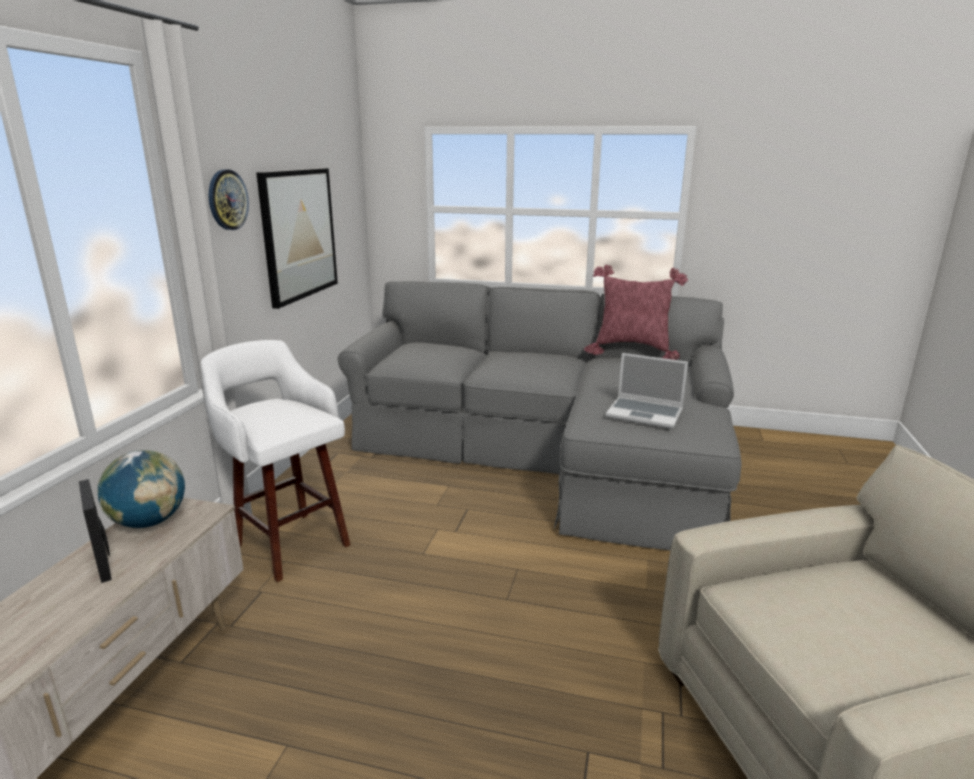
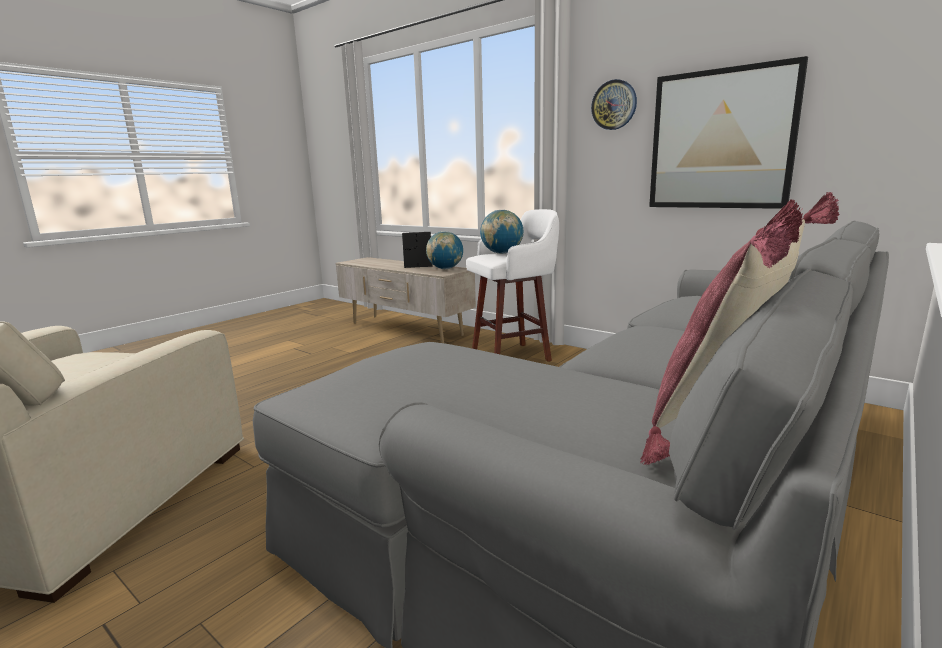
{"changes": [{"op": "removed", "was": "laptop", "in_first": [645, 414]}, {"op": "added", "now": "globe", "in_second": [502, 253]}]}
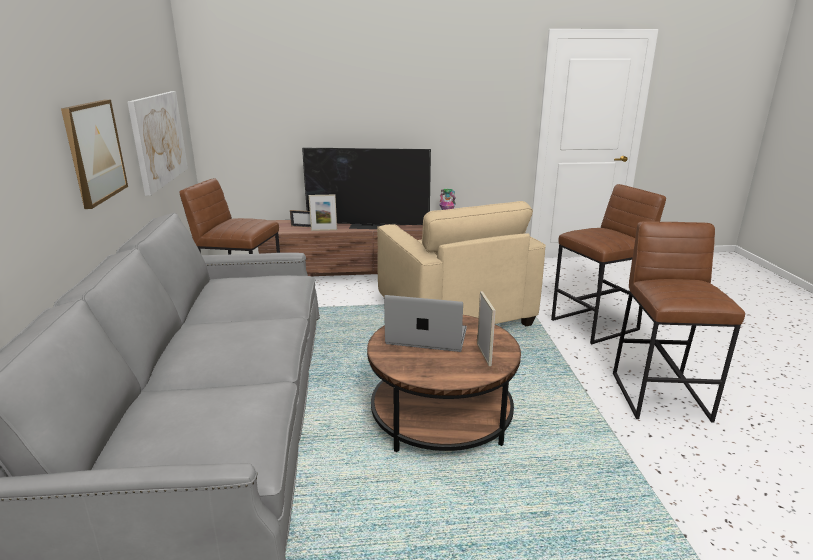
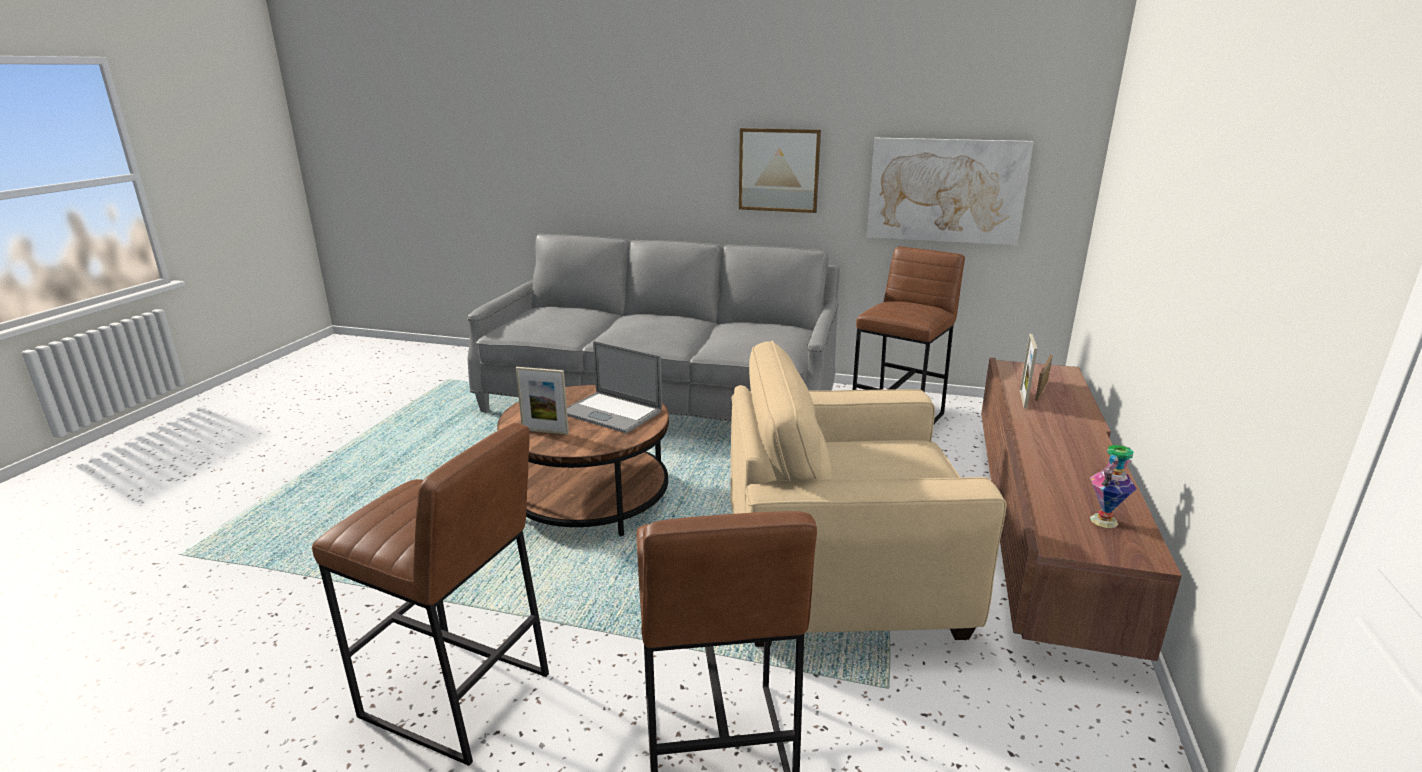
{"changes": [{"op": "removed", "was": "television", "in_first": [368, 226]}, {"op": "turned", "was": "laptop", "in_first": [427, 336], "in_second": [611, 412], "clockwise": 90}]}
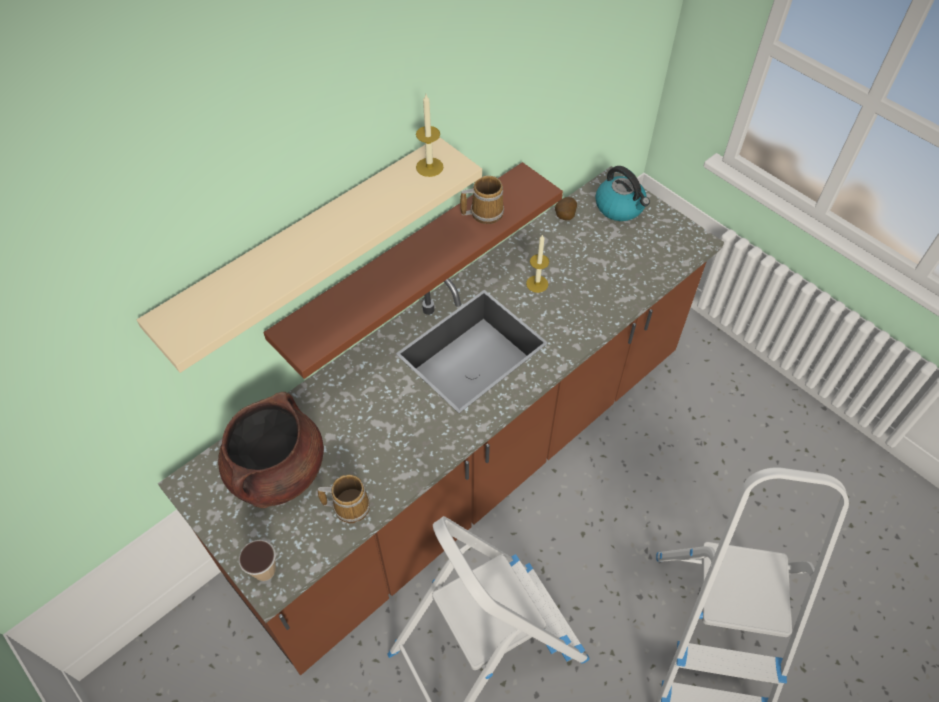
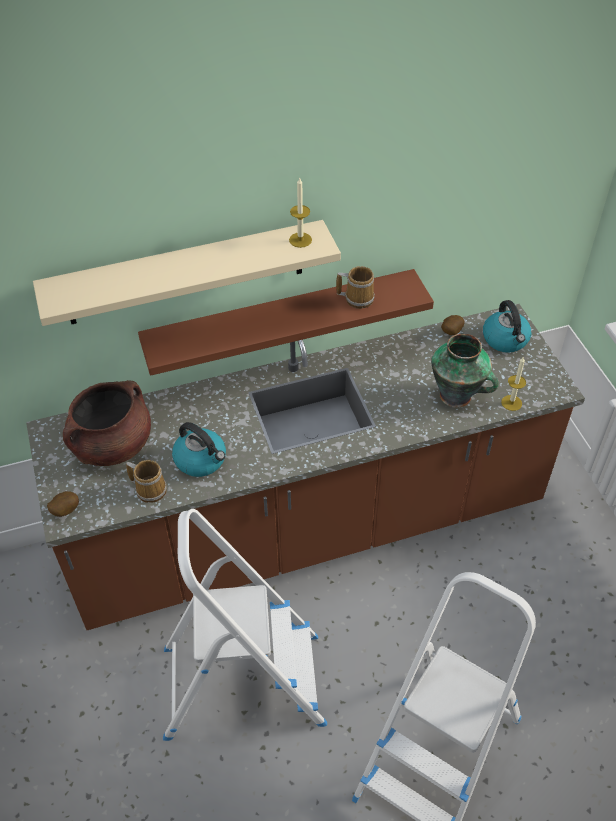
{"changes": [{"op": "moved", "was": "candle", "in_first": [537, 284], "in_second": [511, 403]}, {"op": "replaced", "was": "cup", "now": "potato", "in_first": [265, 571], "in_second": [65, 510]}, {"op": "added", "now": "vase", "in_second": [457, 396]}, {"op": "added", "now": "kettle", "in_second": [201, 460]}]}
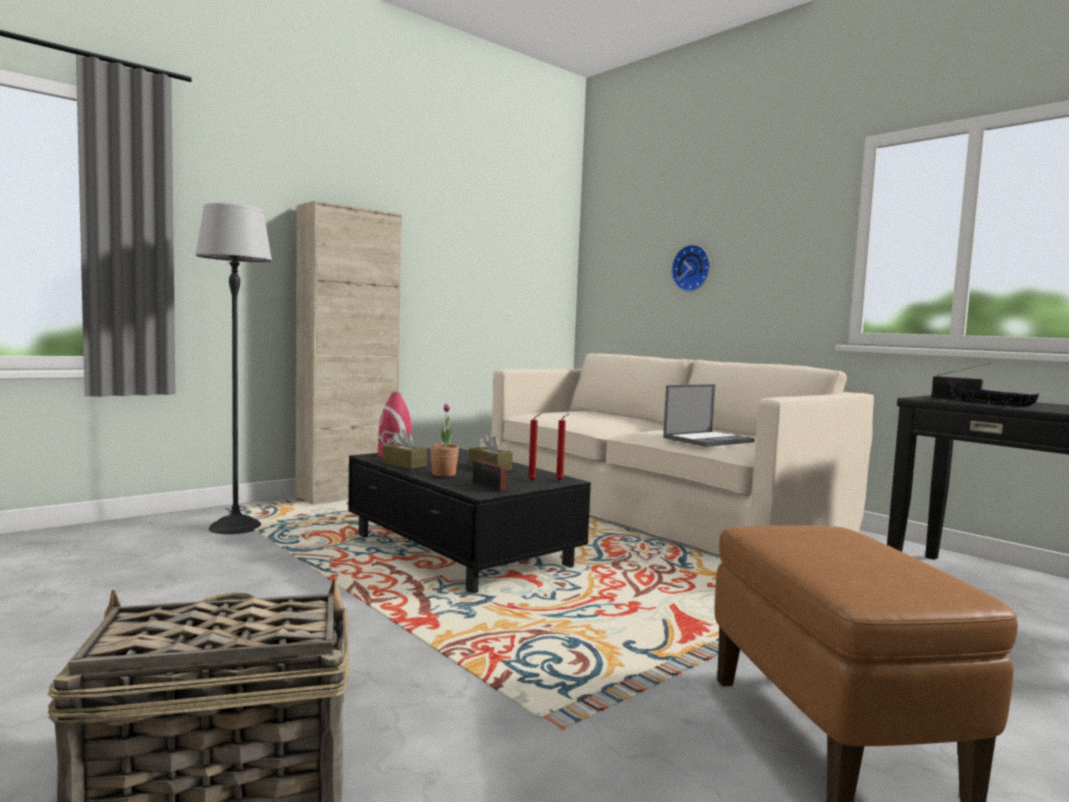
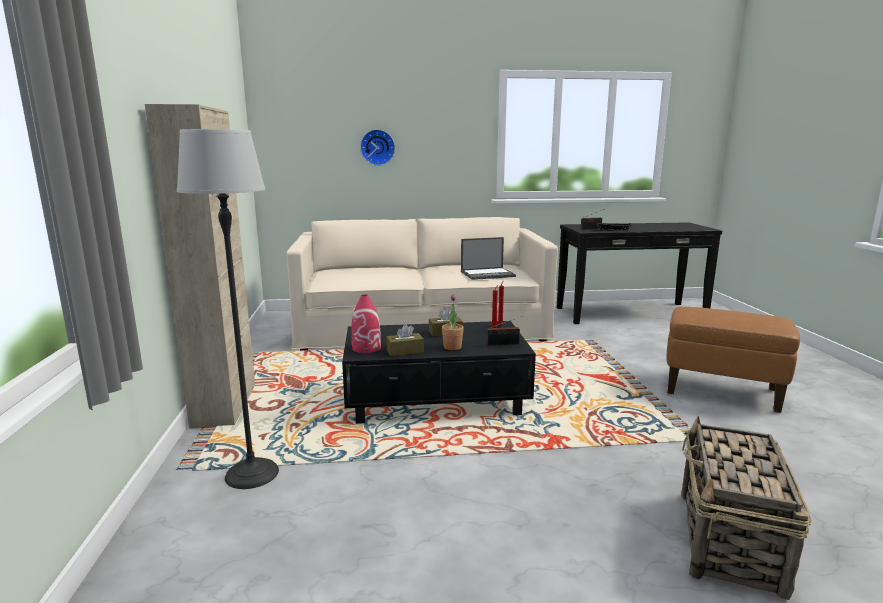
{"changes": [{"op": "turned", "was": "laptop", "in_first": [708, 440], "in_second": [488, 274], "clockwise": 75}]}
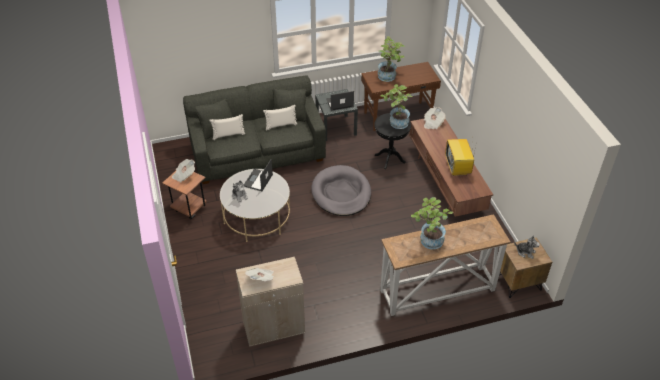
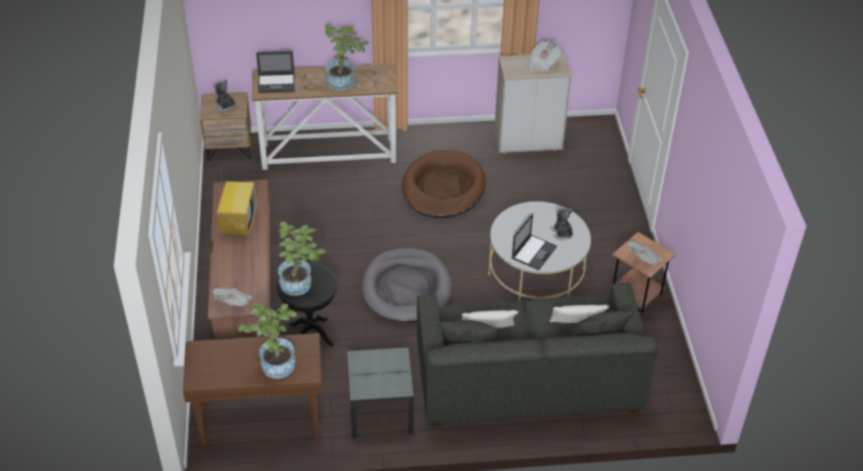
{"changes": [{"op": "moved", "was": "laptop", "in_first": [339, 103], "in_second": [277, 83]}, {"op": "added", "now": "brown dog bed", "in_second": [443, 188]}]}
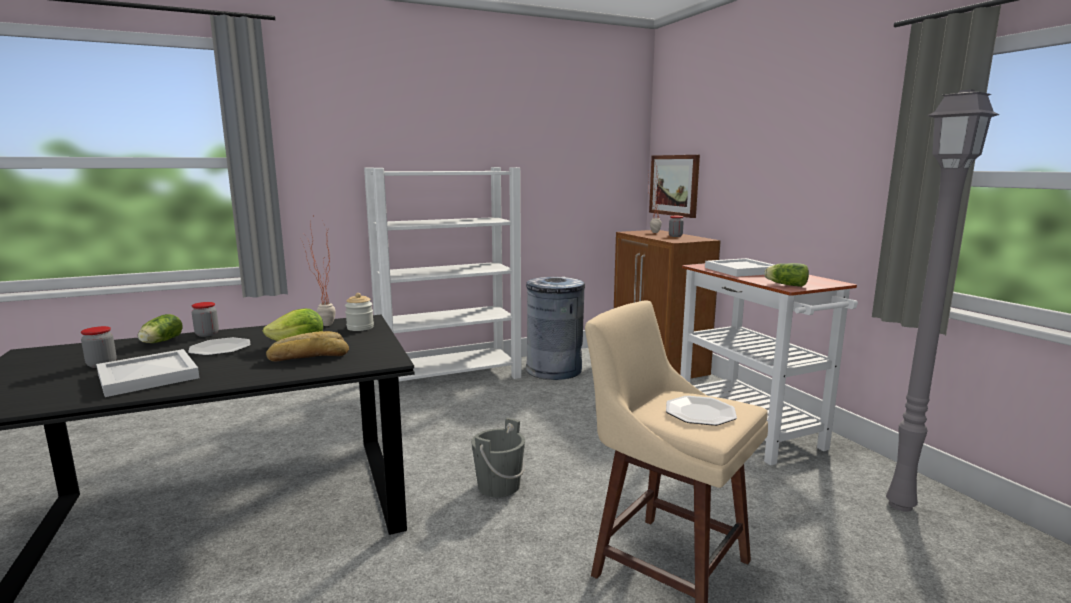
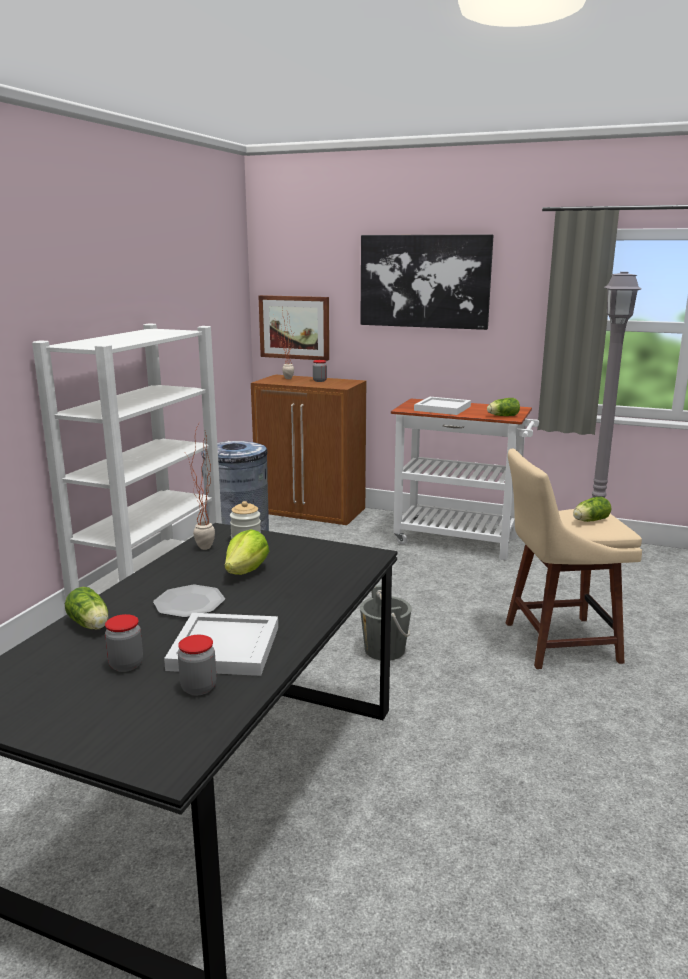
{"changes": [{"op": "moved", "was": "jar", "in_first": [207, 334], "in_second": [198, 688]}, {"op": "removed", "was": "bread", "in_first": [309, 356]}, {"op": "replaced", "was": "plate", "now": "lettuce", "in_first": [700, 413], "in_second": [589, 521]}, {"op": "added", "now": "picture", "in_second": [424, 281]}]}
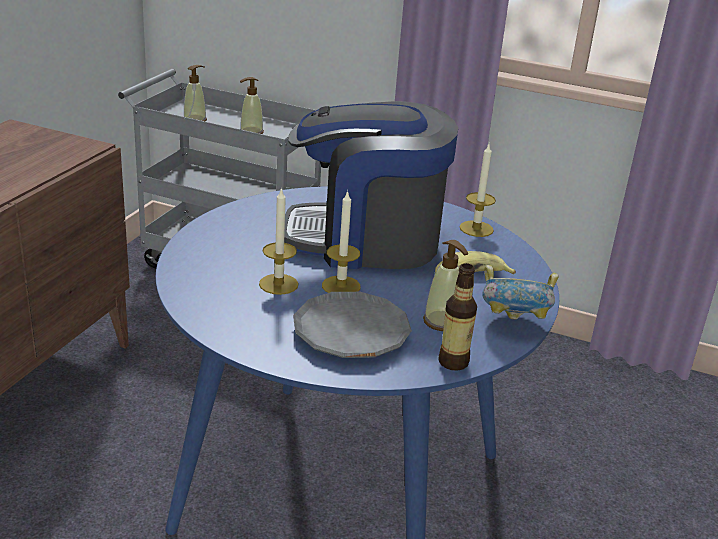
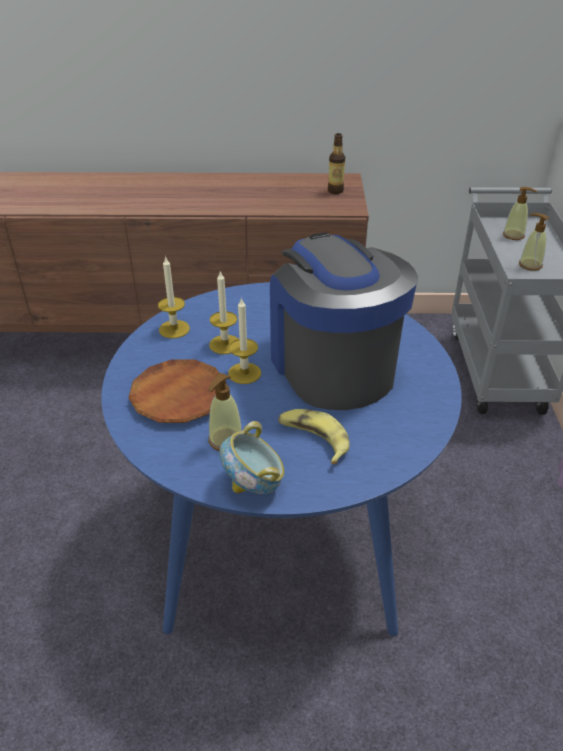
{"changes": [{"op": "moved", "was": "candle", "in_first": [476, 229], "in_second": [174, 329]}, {"op": "moved", "was": "bottle", "in_first": [453, 362], "in_second": [335, 191]}, {"op": "recoloured", "was": "grey plate", "now": "brown plate", "in_first": [351, 332], "in_second": [178, 396]}]}
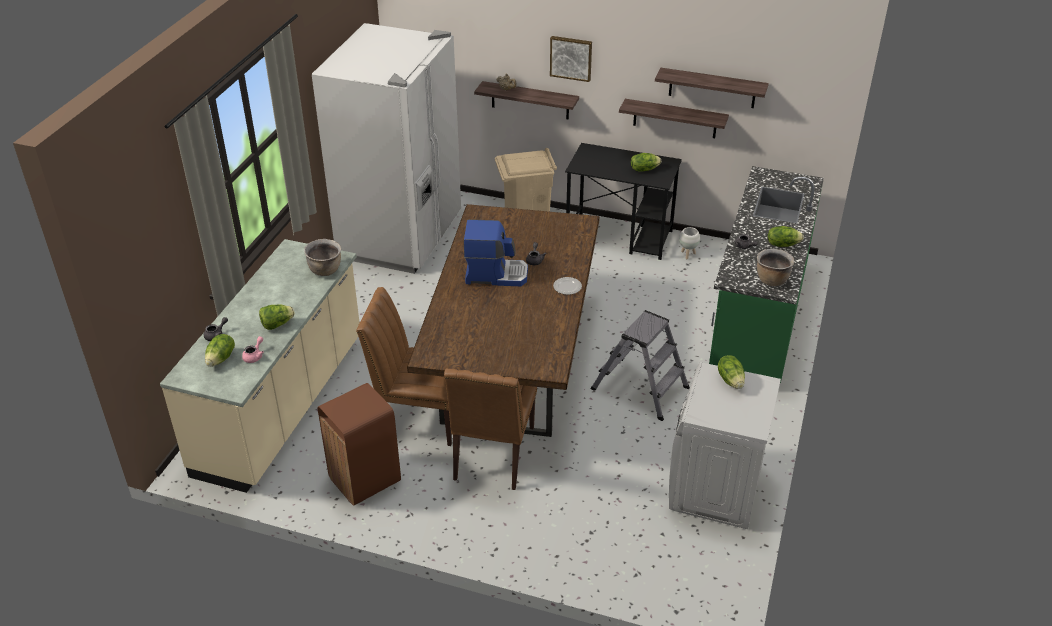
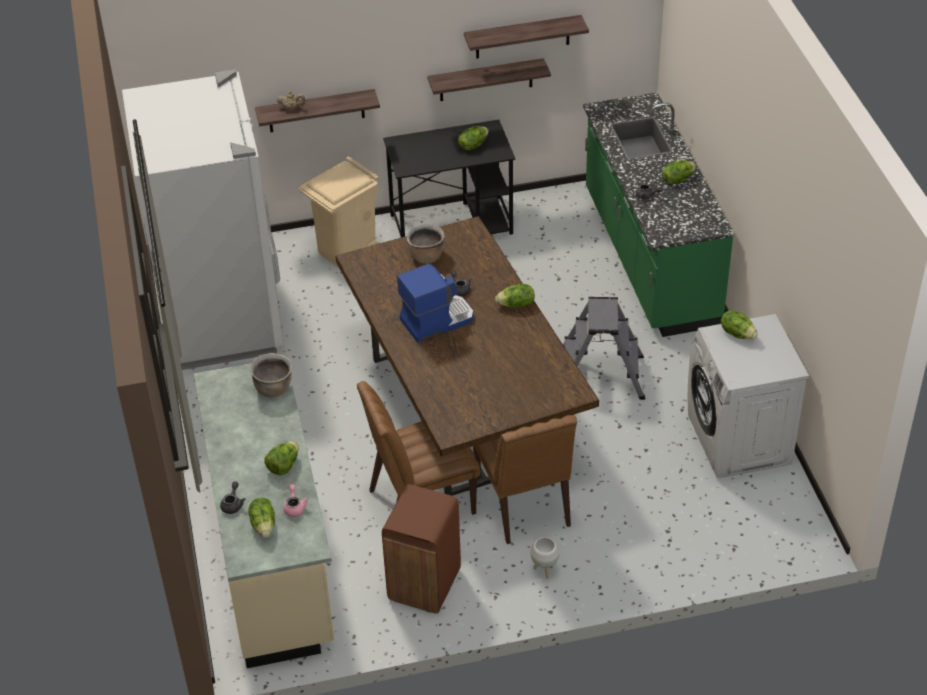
{"changes": [{"op": "removed", "was": "picture", "in_first": [571, 58]}, {"op": "moved", "was": "white planter", "in_first": [687, 255], "in_second": [544, 570]}, {"op": "moved", "was": "brown cooking pot", "in_first": [771, 280], "in_second": [426, 256]}, {"op": "replaced", "was": "plate", "now": "lettuce", "in_first": [567, 287], "in_second": [516, 305]}]}
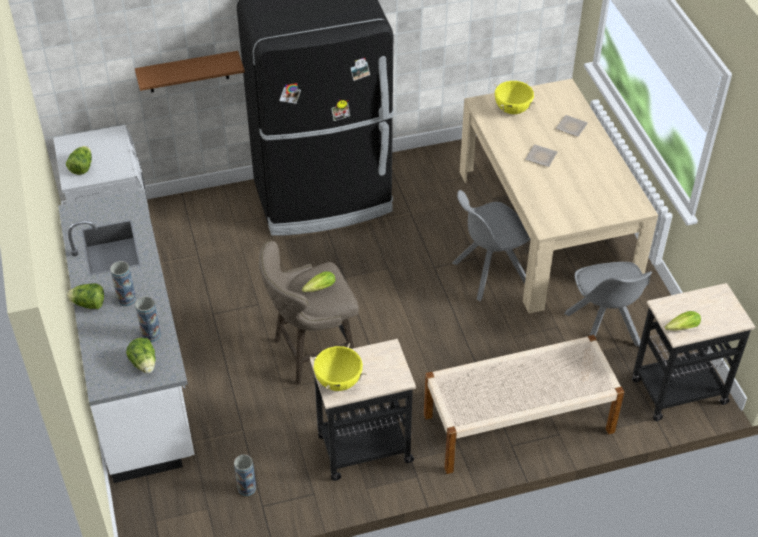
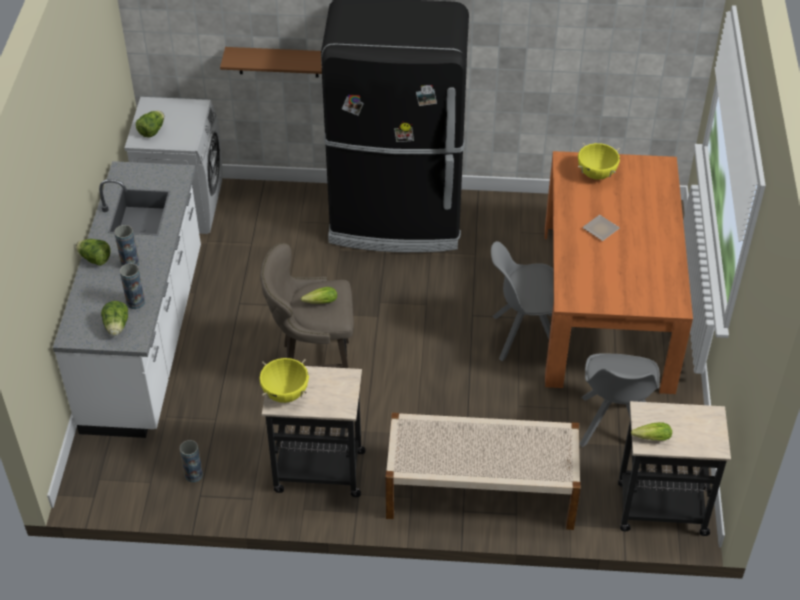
{"changes": [{"op": "recoloured", "was": "beige dining table", "now": "orange dining table", "in_first": [546, 228], "in_second": [606, 306]}, {"op": "removed", "was": "plate", "in_first": [570, 127]}]}
